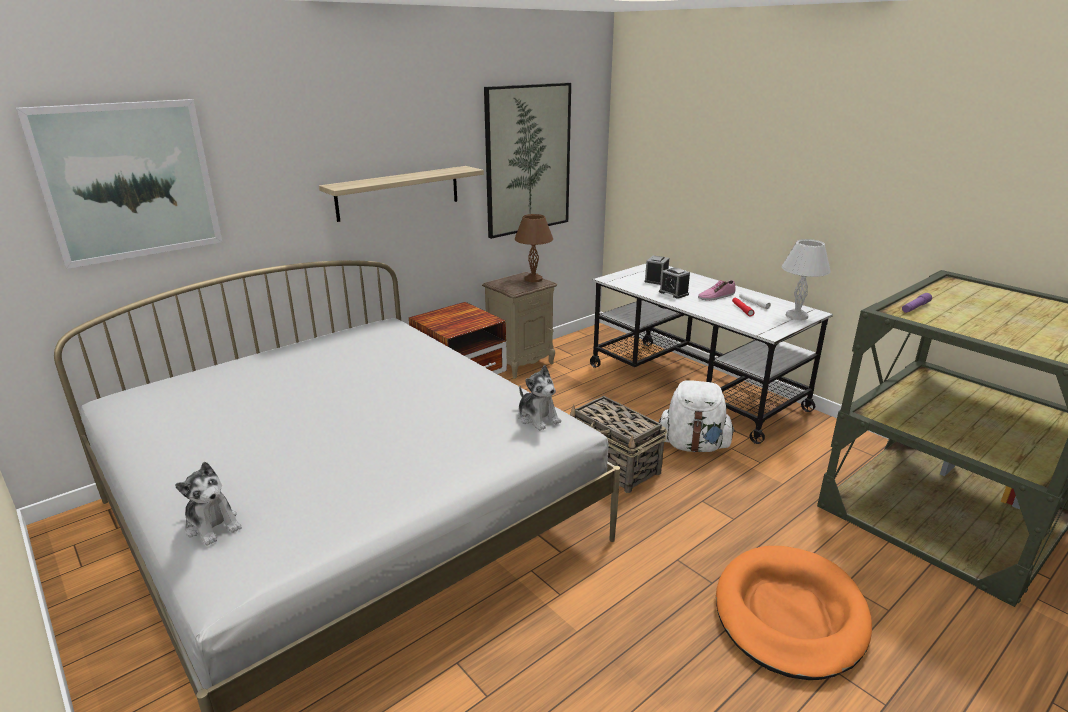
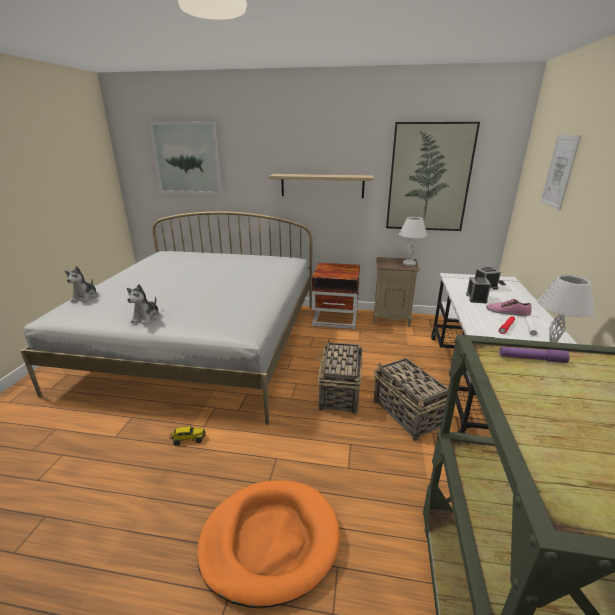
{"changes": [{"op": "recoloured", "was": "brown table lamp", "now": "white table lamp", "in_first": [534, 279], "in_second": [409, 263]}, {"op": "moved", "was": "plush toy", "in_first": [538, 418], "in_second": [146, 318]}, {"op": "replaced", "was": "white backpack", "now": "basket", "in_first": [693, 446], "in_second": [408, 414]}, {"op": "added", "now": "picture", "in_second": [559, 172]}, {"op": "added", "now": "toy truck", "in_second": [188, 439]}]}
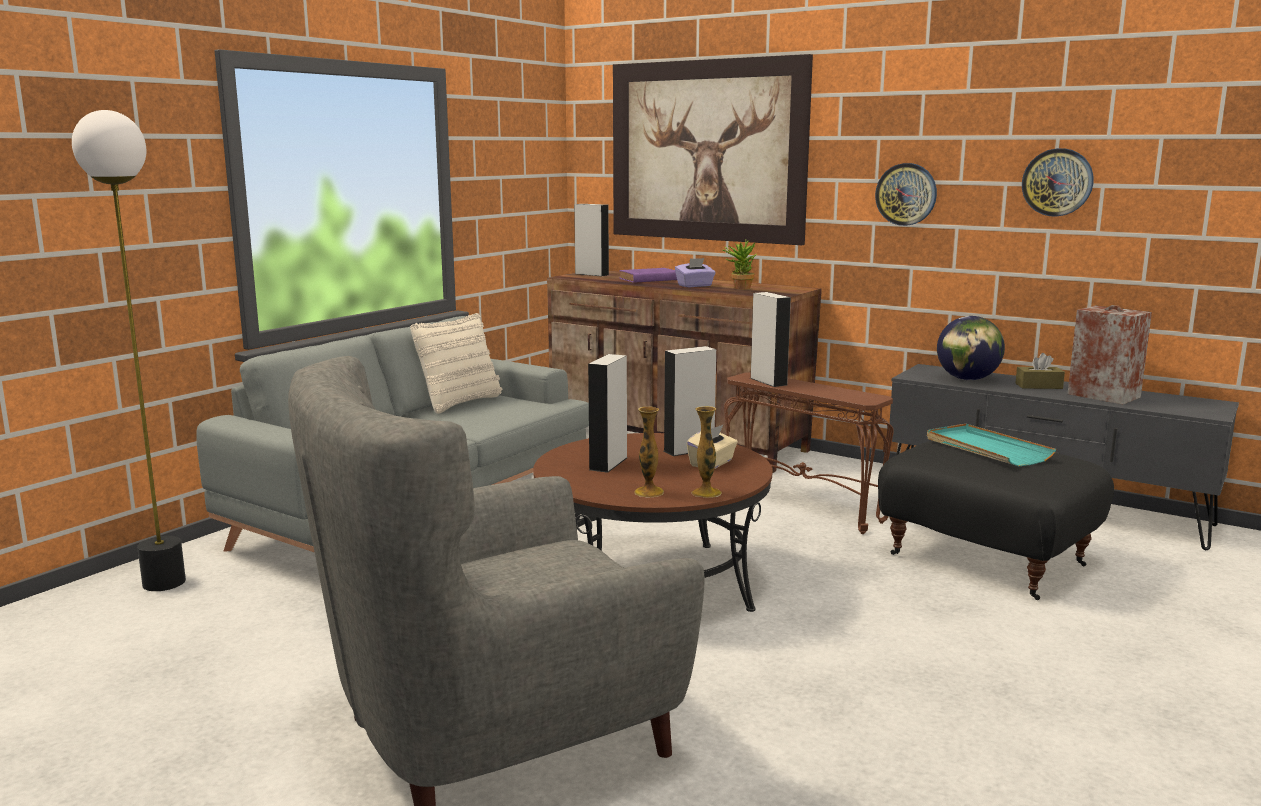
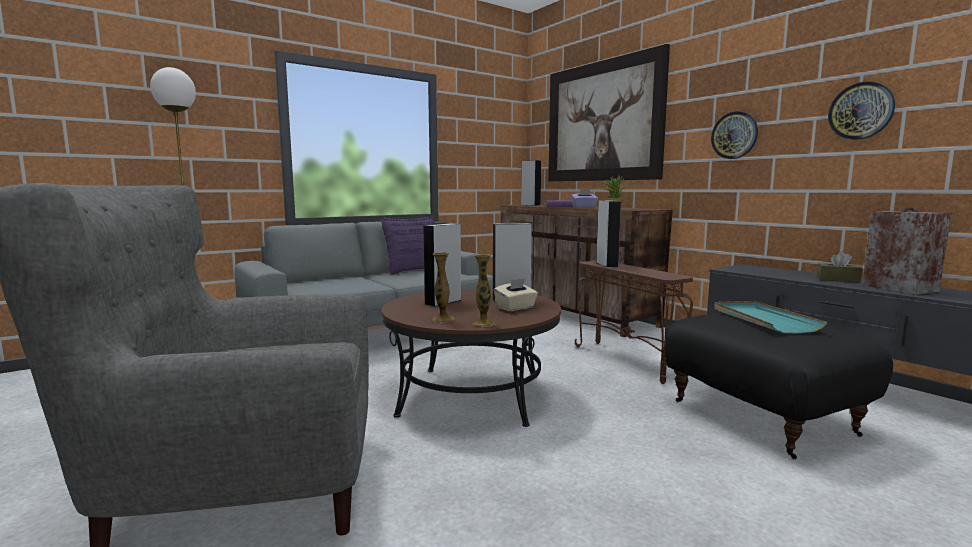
{"changes": [{"op": "recoloured", "was": "beige pillow", "now": "purple pillow", "in_first": [459, 403], "in_second": [413, 270]}, {"op": "removed", "was": "globe", "in_first": [967, 379]}]}
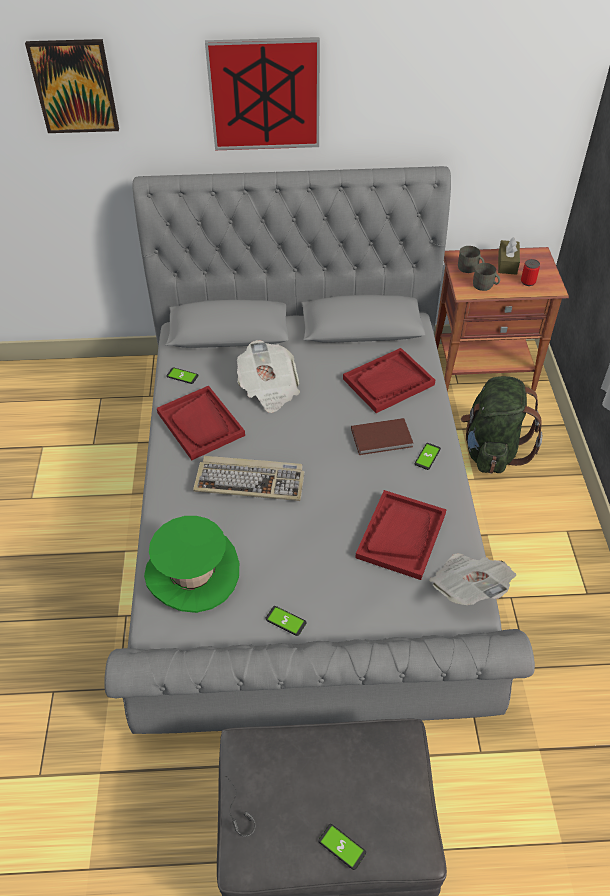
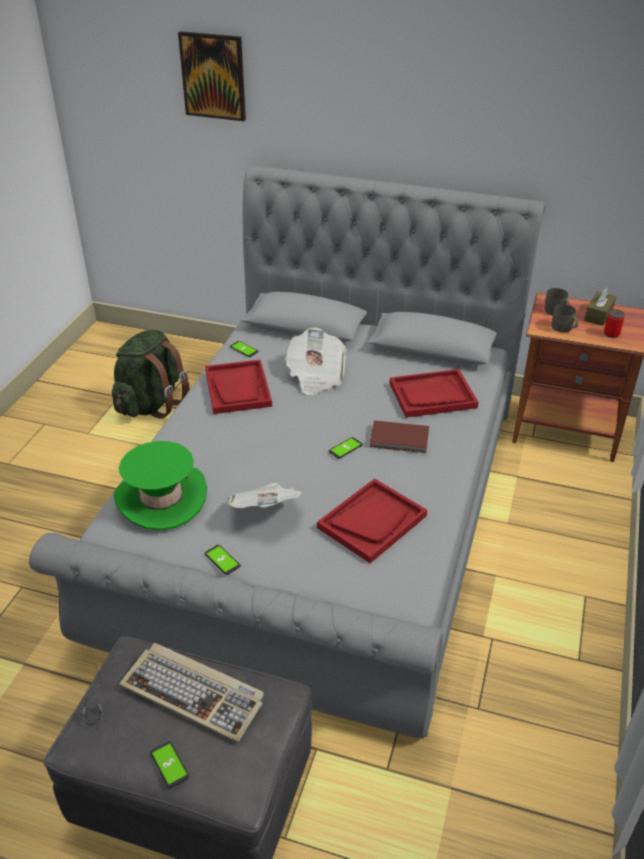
{"changes": [{"op": "removed", "was": "picture", "in_first": [264, 95]}, {"op": "moved", "was": "green backpack", "in_first": [491, 450], "in_second": [151, 404]}, {"op": "moved", "was": "phone", "in_first": [427, 456], "in_second": [345, 448]}, {"op": "moved", "was": "keyboard", "in_first": [251, 481], "in_second": [194, 693]}, {"op": "moved", "was": "newspaper", "in_first": [468, 588], "in_second": [266, 510]}]}
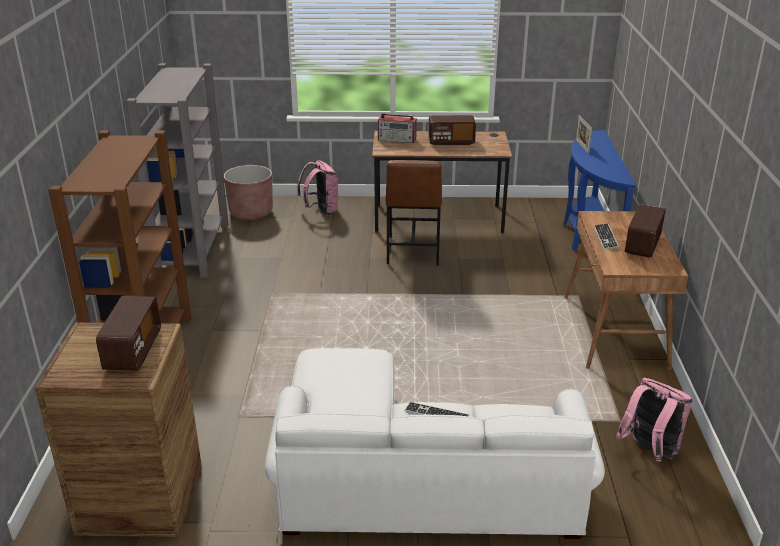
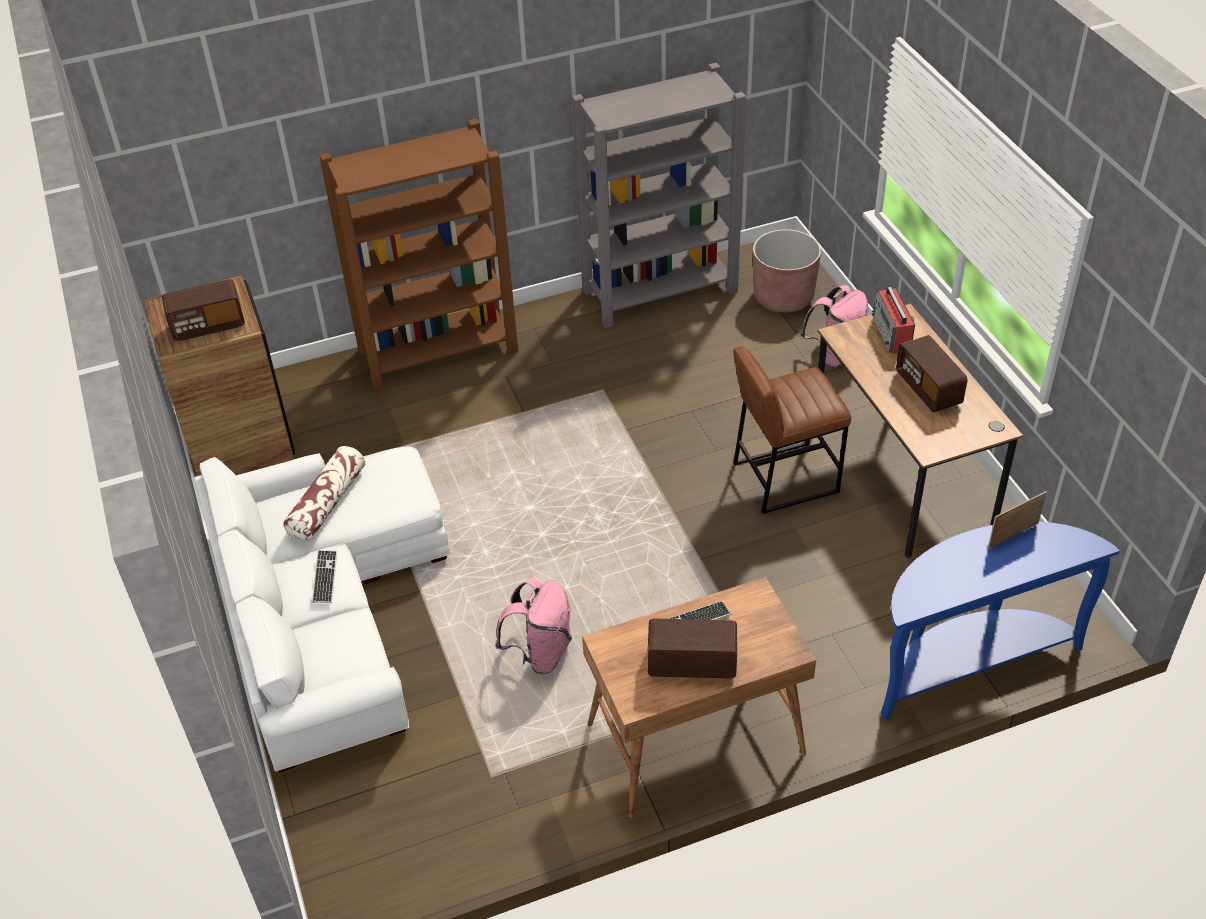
{"changes": [{"op": "moved", "was": "pink backpack", "in_first": [649, 451], "in_second": [540, 653]}, {"op": "added", "now": "pillow", "in_second": [327, 503]}]}
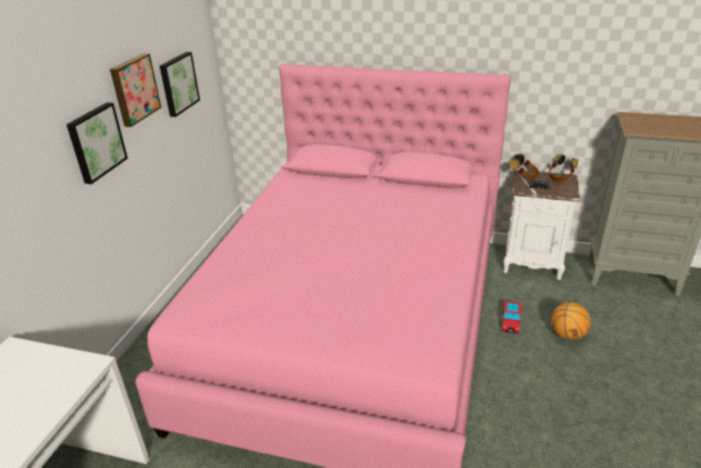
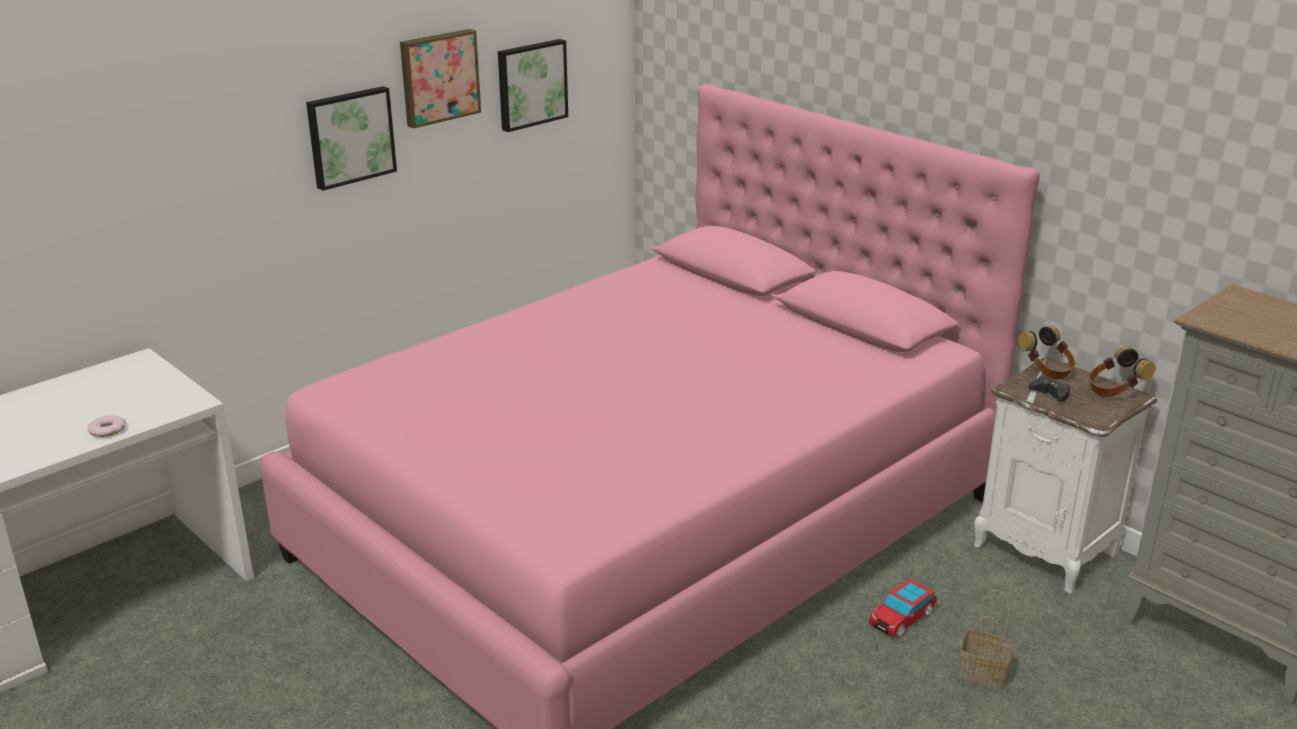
{"changes": [{"op": "replaced", "was": "basketball", "now": "basket", "in_first": [567, 334], "in_second": [981, 674]}, {"op": "added", "now": "donut", "in_second": [107, 430]}]}
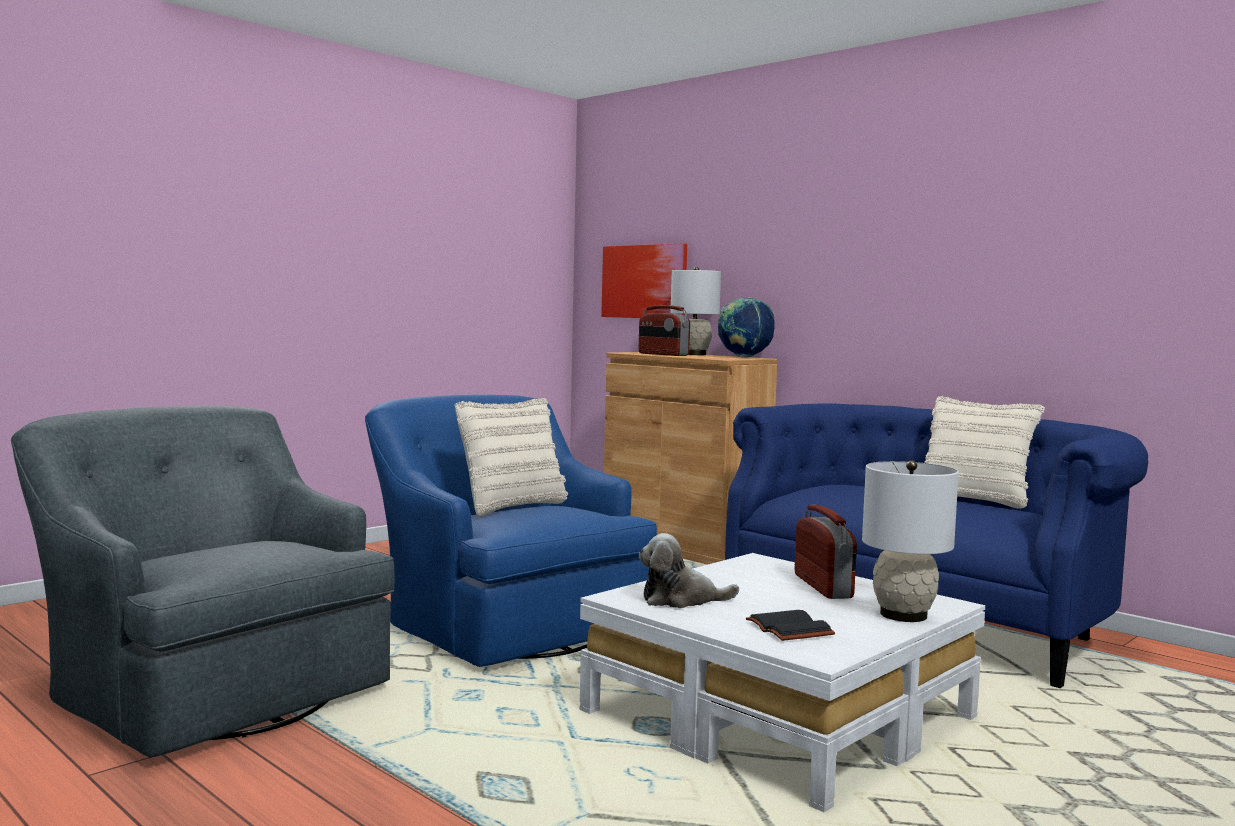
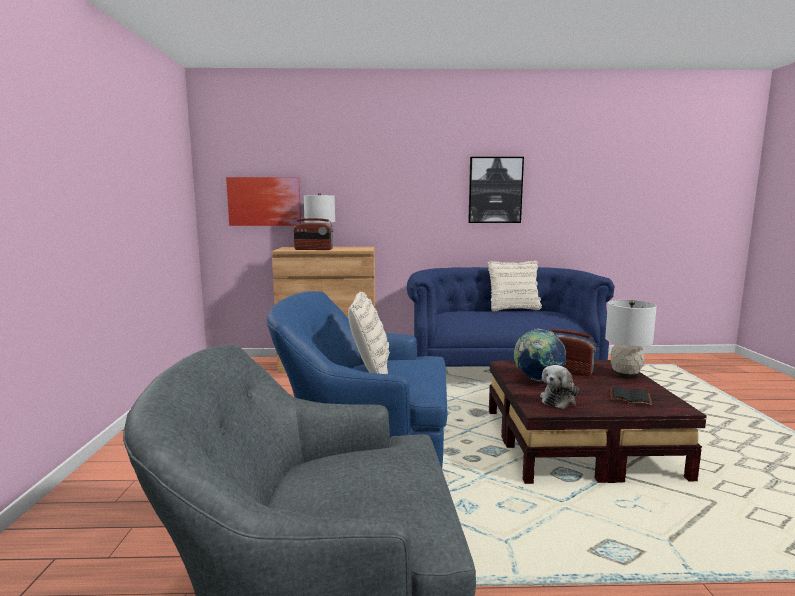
{"changes": [{"op": "moved", "was": "globe", "in_first": [744, 357], "in_second": [538, 380]}, {"op": "recoloured", "was": "white coffee table", "now": "brown coffee table", "in_first": [782, 715], "in_second": [578, 441]}, {"op": "added", "now": "picture", "in_second": [495, 190]}]}
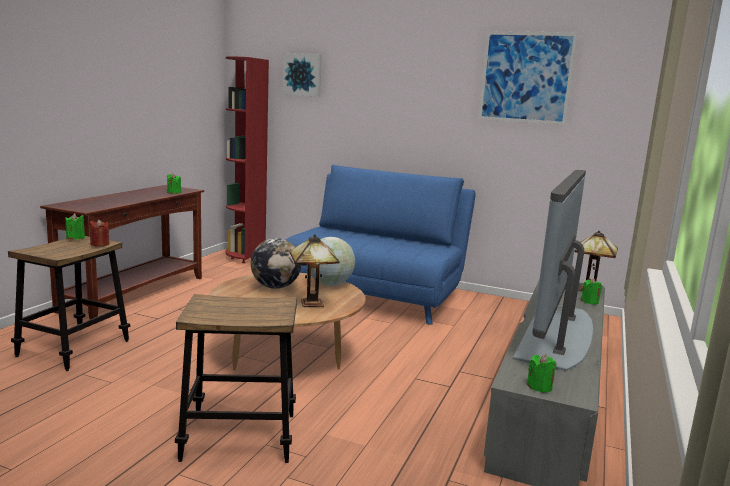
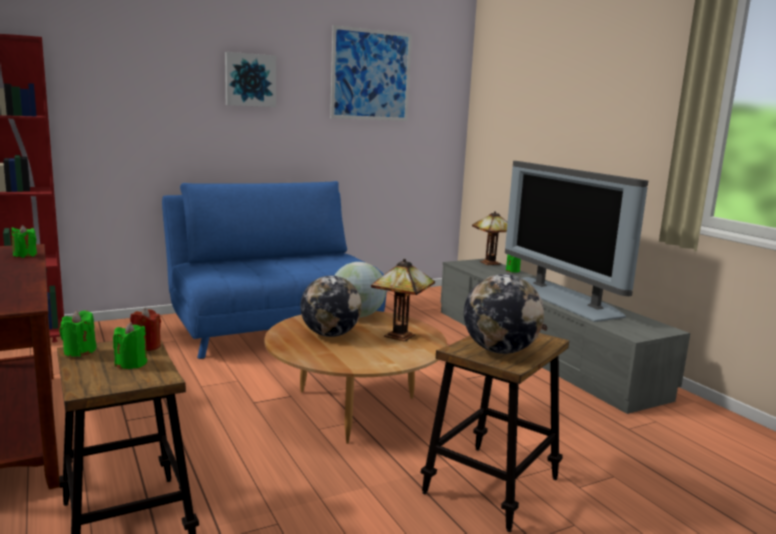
{"changes": [{"op": "moved", "was": "picture", "in_first": [302, 74], "in_second": [250, 80]}, {"op": "moved", "was": "green candle", "in_first": [539, 387], "in_second": [131, 364]}, {"op": "added", "now": "globe", "in_second": [499, 350]}]}
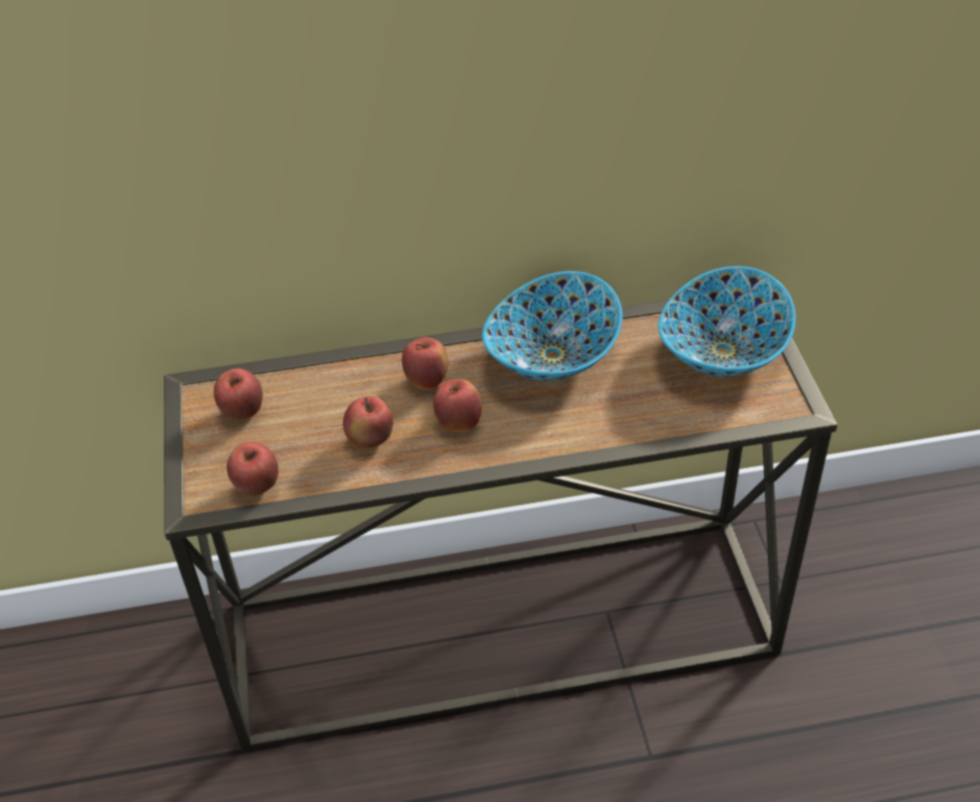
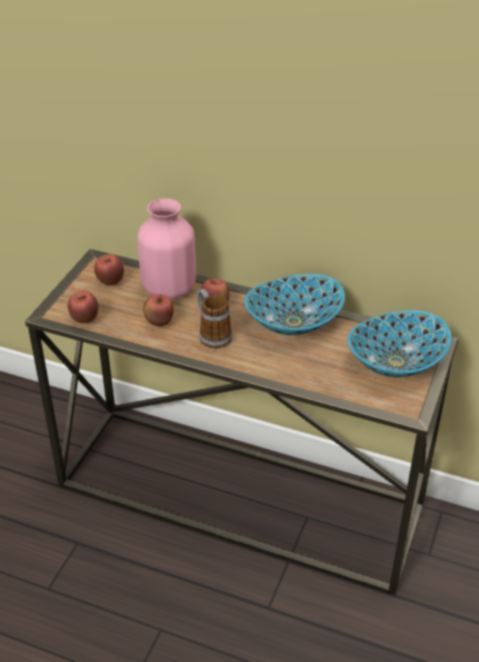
{"changes": [{"op": "replaced", "was": "apple", "now": "mug", "in_first": [459, 423], "in_second": [212, 334]}, {"op": "added", "now": "pink vase", "in_second": [168, 289]}]}
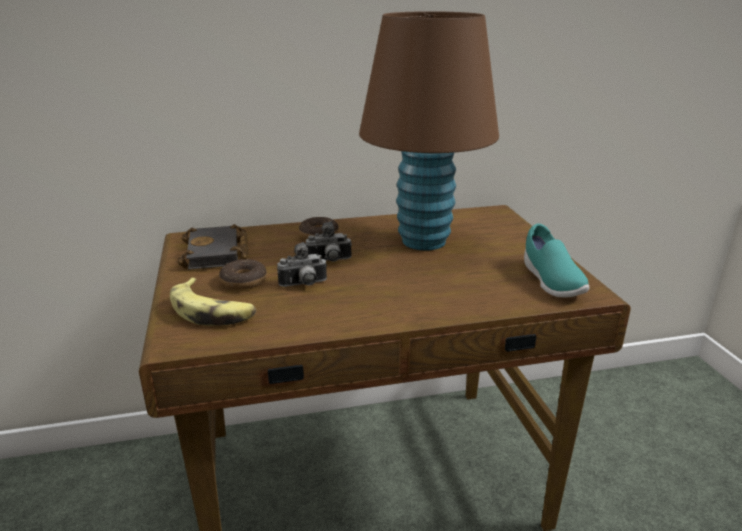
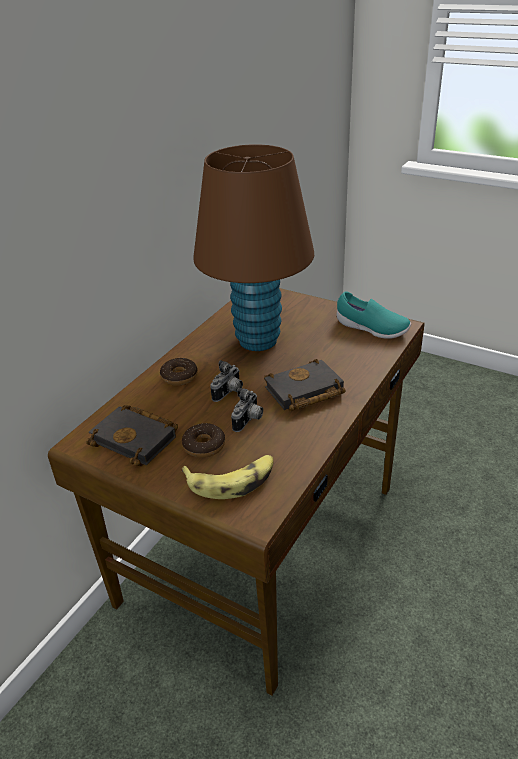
{"changes": [{"op": "added", "now": "black book", "in_second": [303, 392]}]}
